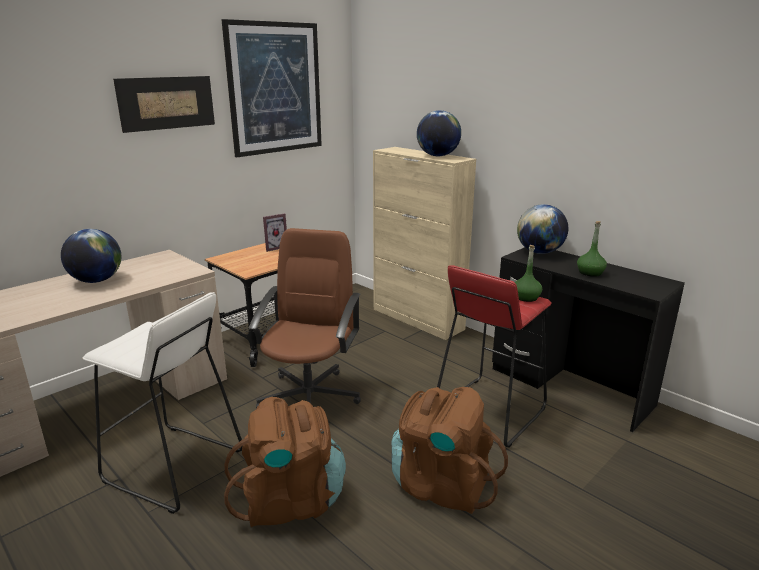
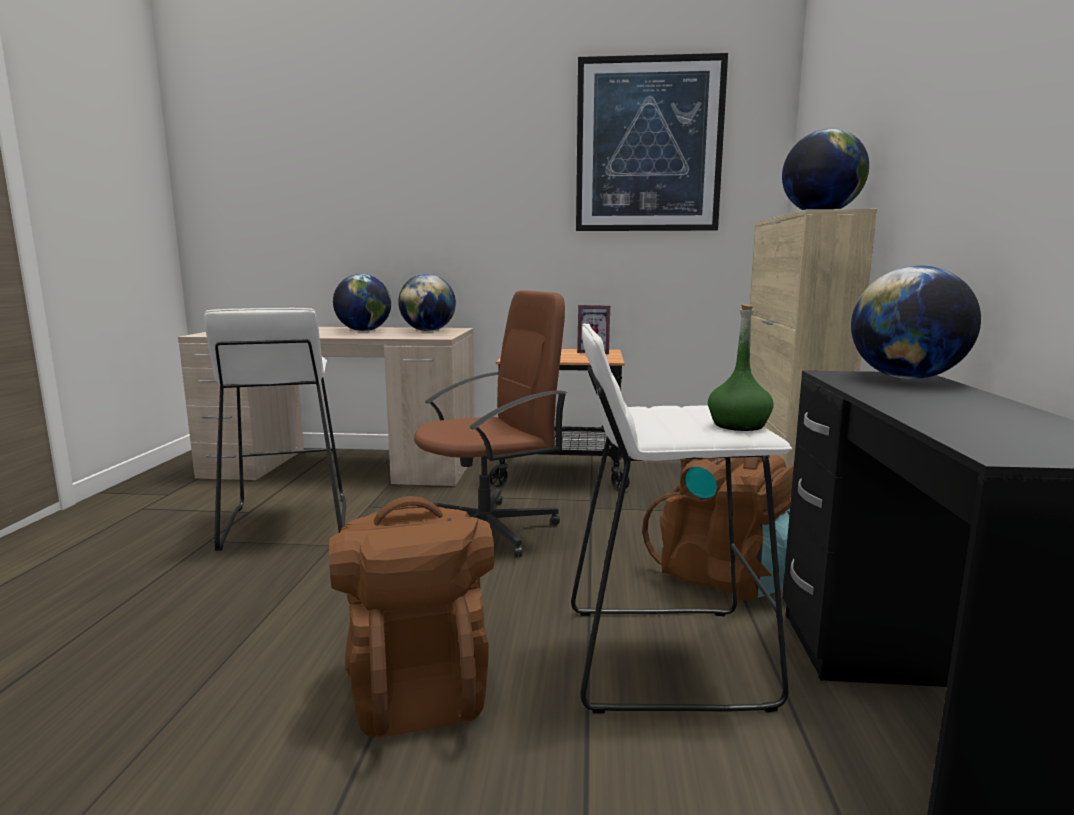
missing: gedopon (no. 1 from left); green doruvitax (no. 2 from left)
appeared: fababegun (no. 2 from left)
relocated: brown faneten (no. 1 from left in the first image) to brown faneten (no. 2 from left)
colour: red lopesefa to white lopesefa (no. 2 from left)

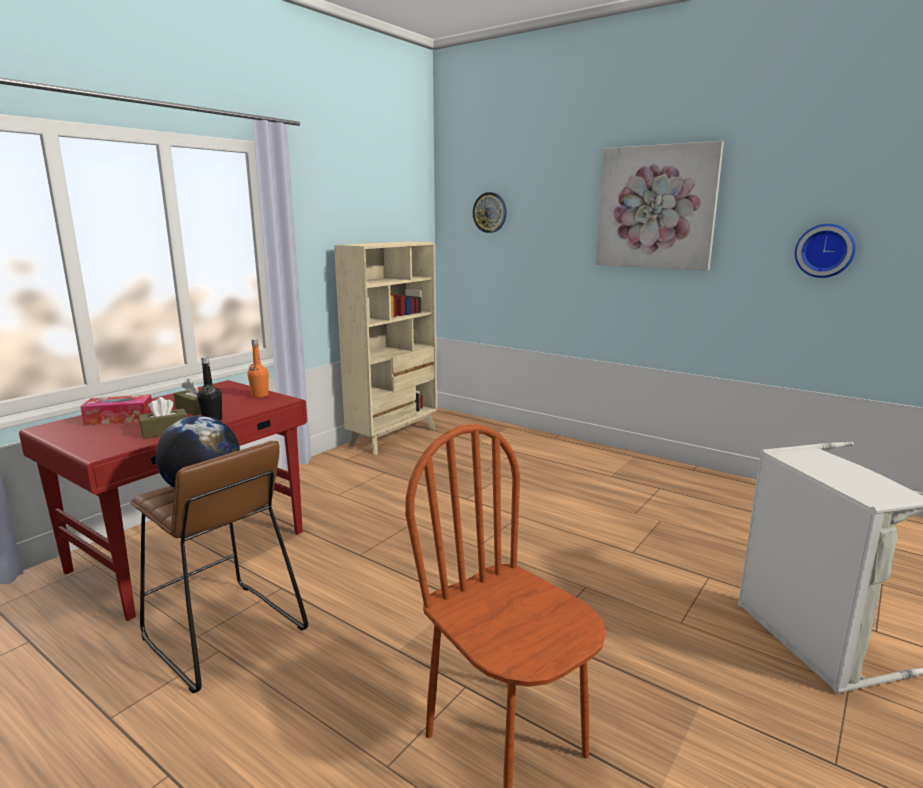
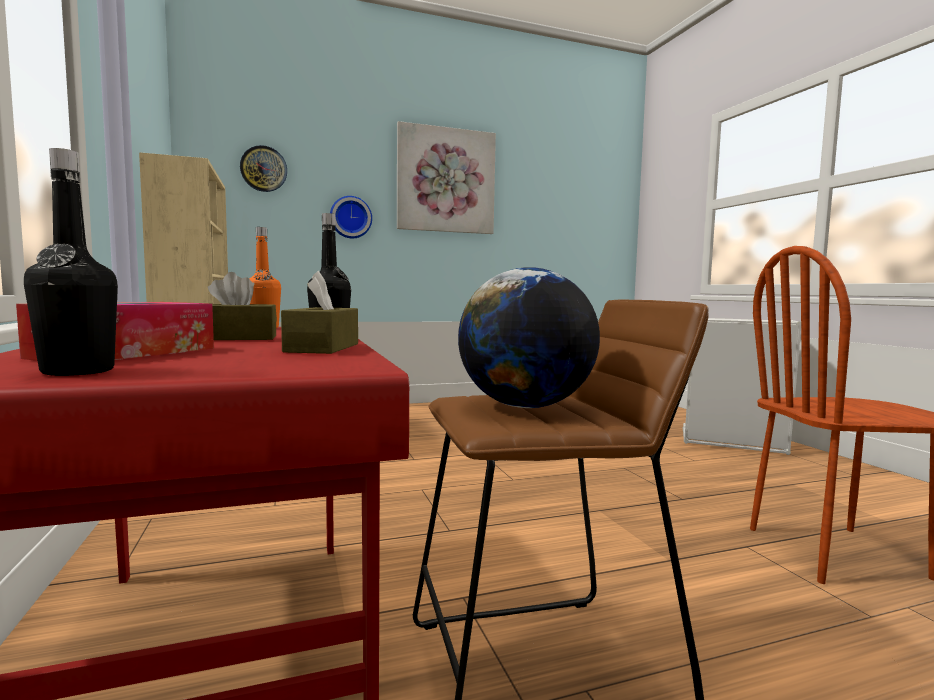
appeared: black doruvitax (no. 1 from left)
relocated: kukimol (no. 2 from left)

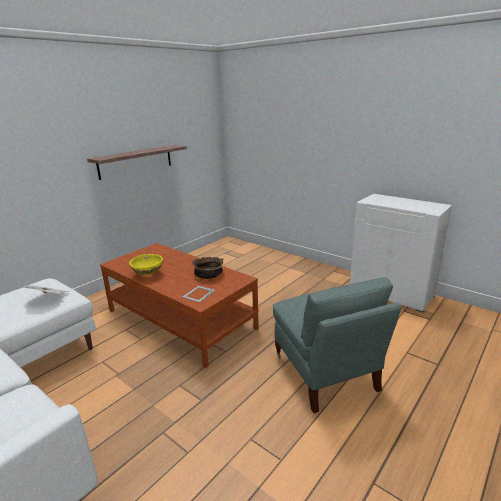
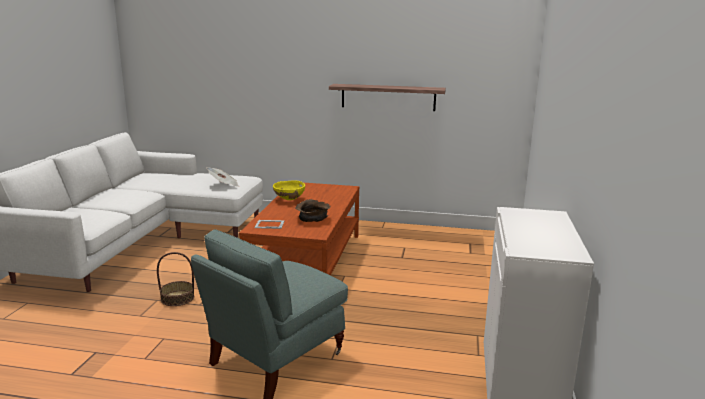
appeared: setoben

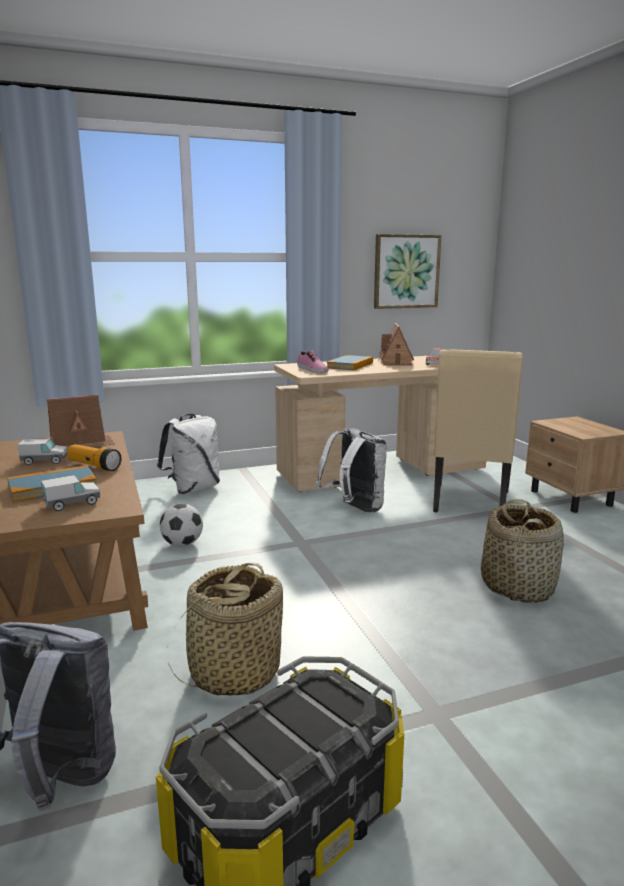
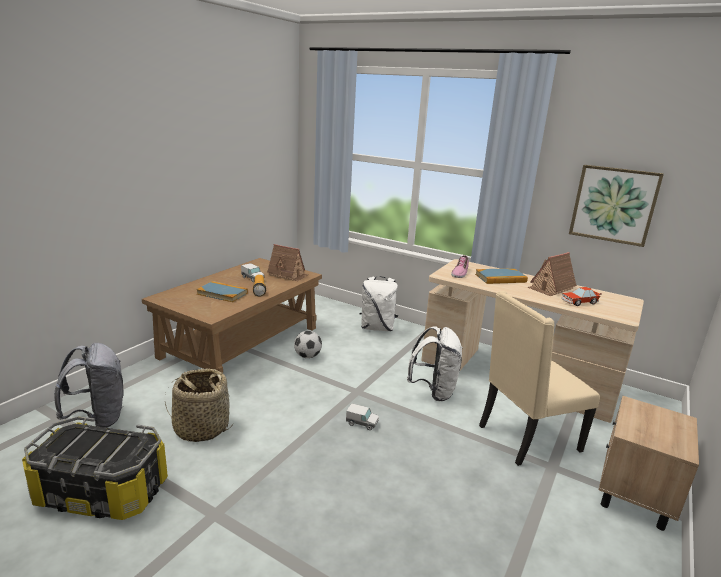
missing: setoben (no. 2 from left)
relocated: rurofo (no. 2 from left)

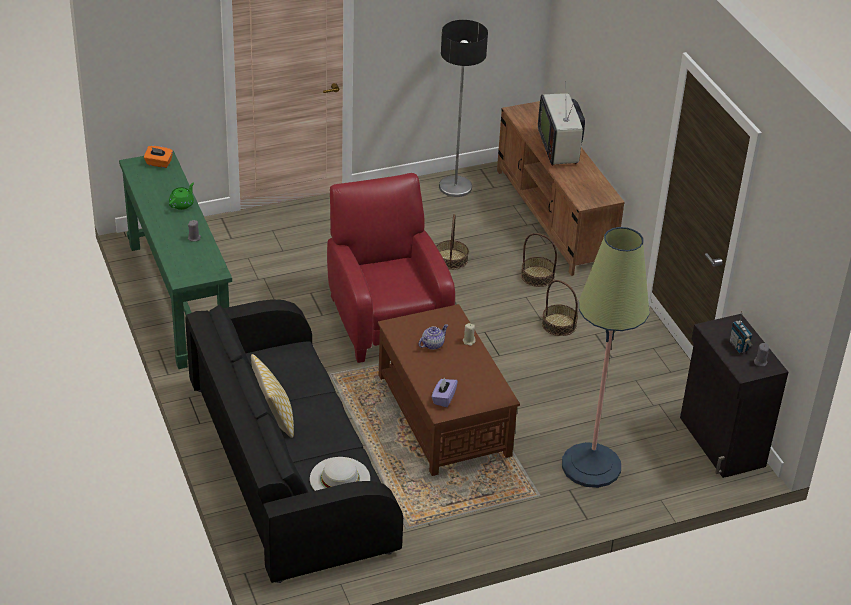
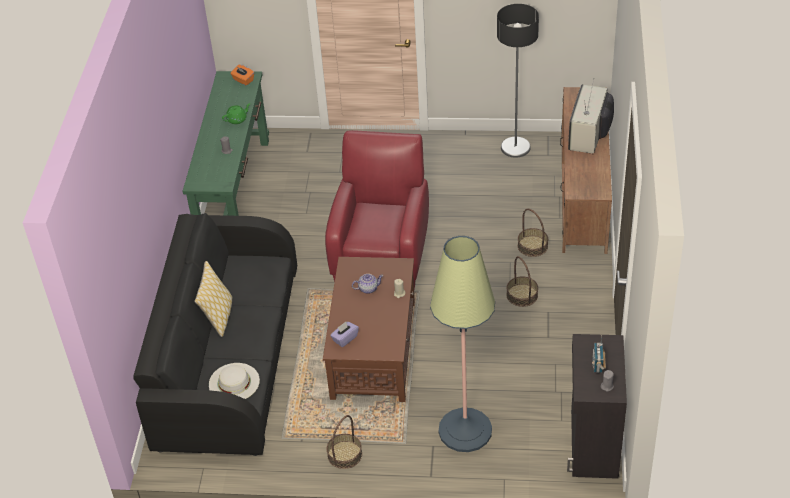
relocated: setoben (no. 1 from left)

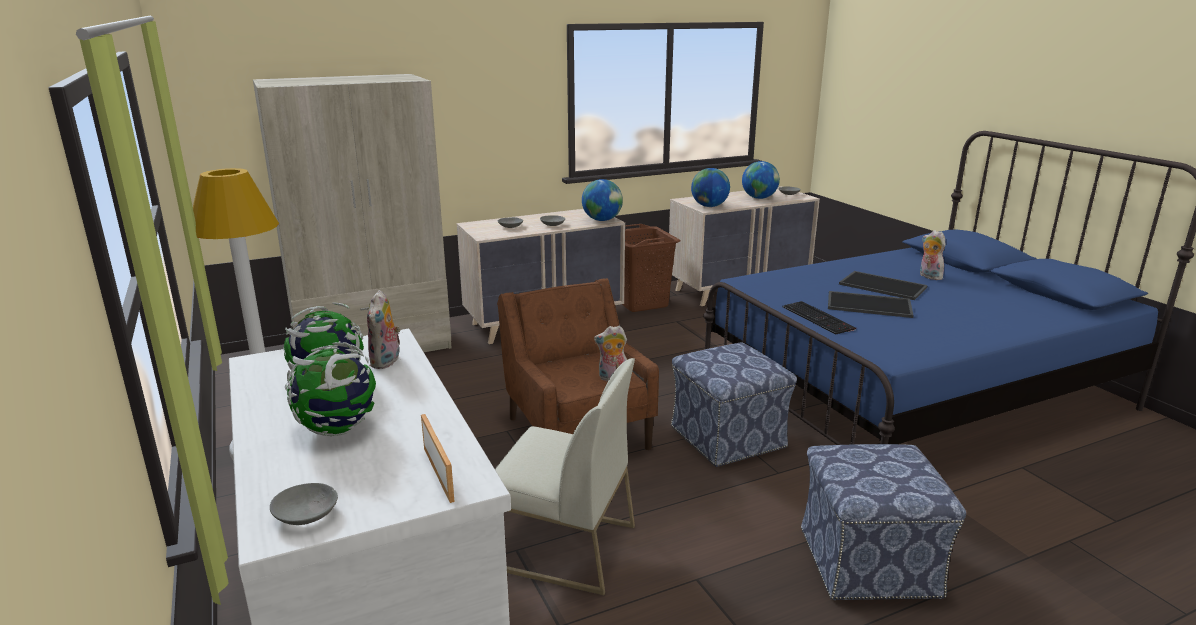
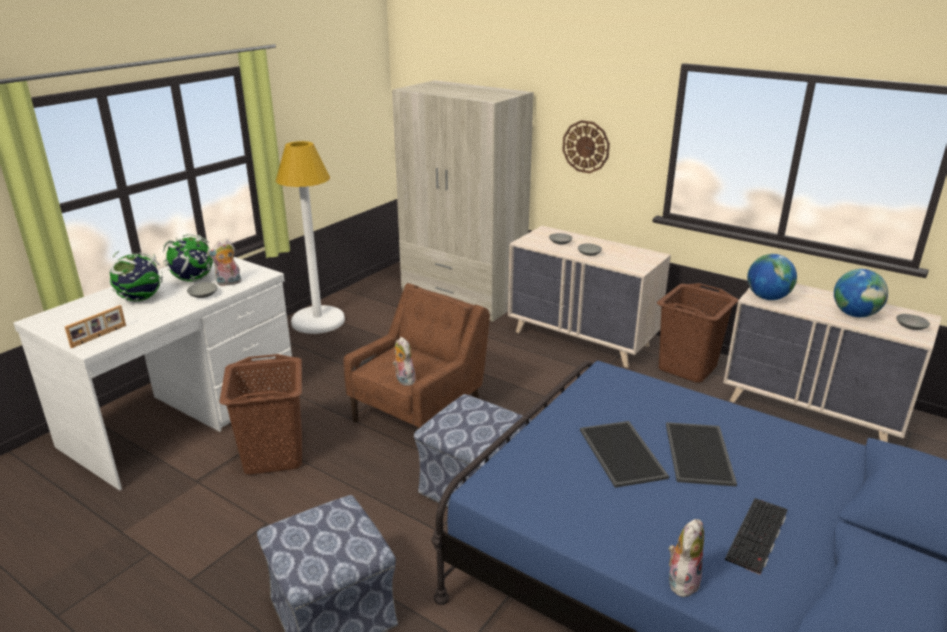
missing: fababegun (no. 3 from left)
appeared: kukimol
relocated: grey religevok (no. 1 from left); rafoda; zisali (no. 3 from left)
exchanged: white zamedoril to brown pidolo (no. 1 from left)

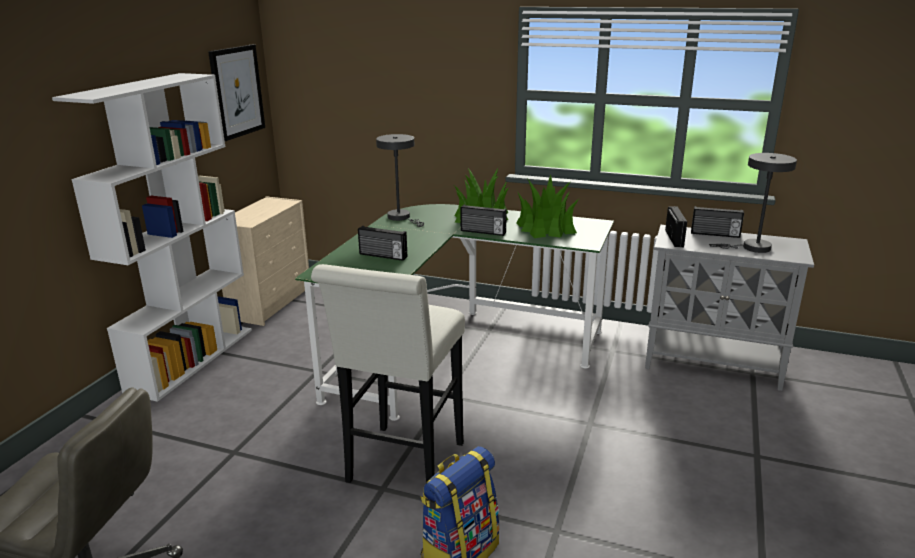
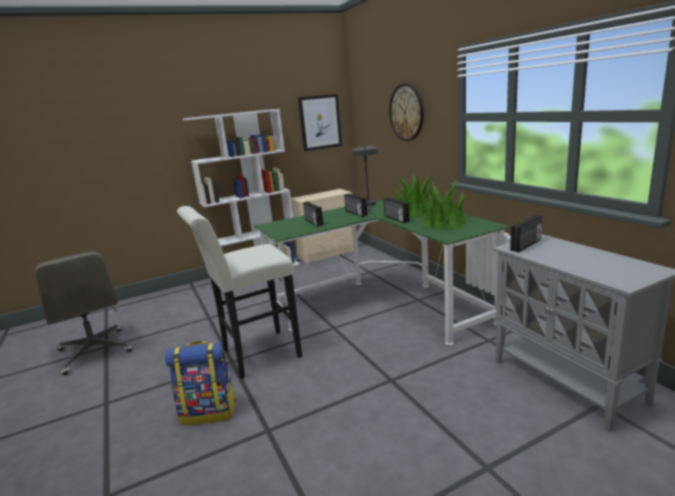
missing: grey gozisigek (no. 2 from left)
appeared: kukimol
relocated: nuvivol (no. 4 from left in the first image) to nuvivol (no. 2 from left)

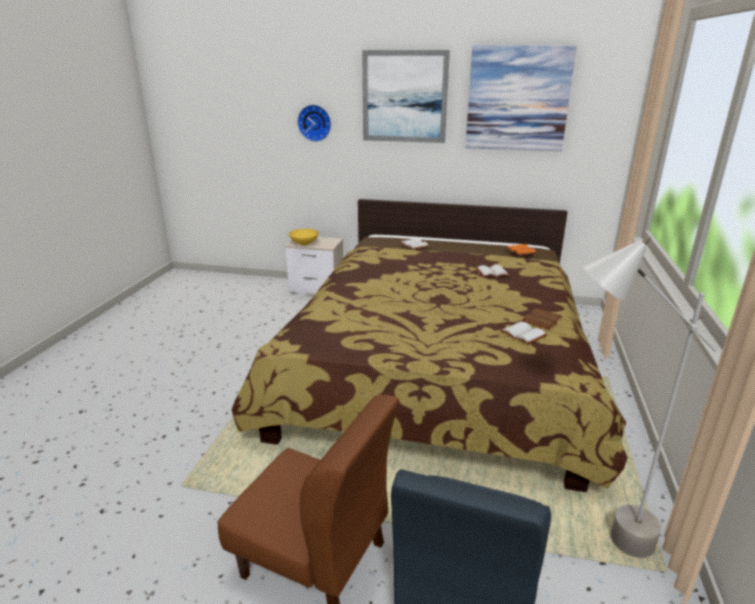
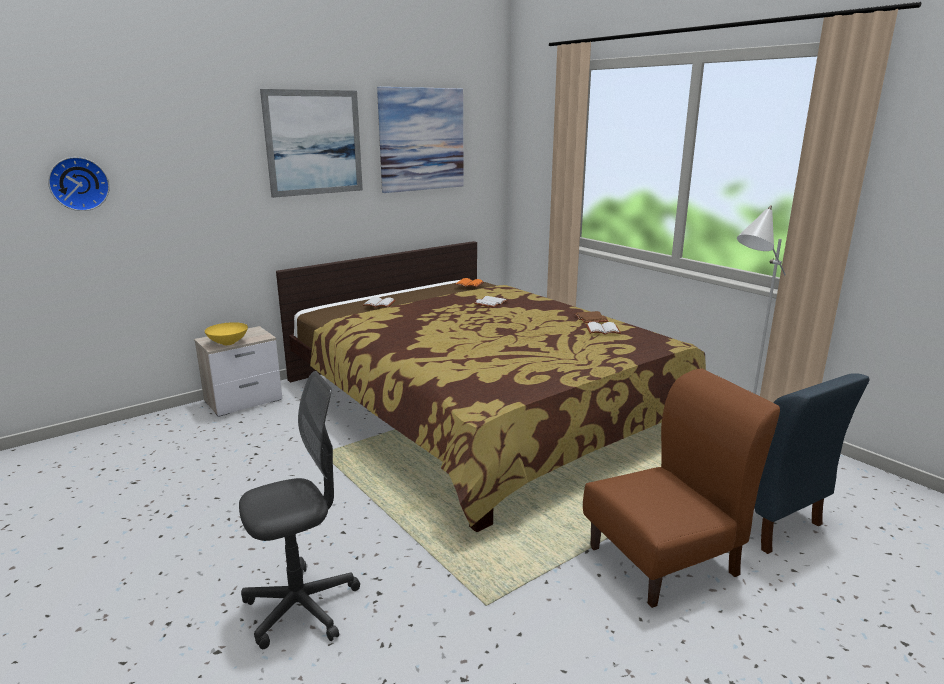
appeared: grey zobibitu
relocated: kukimol

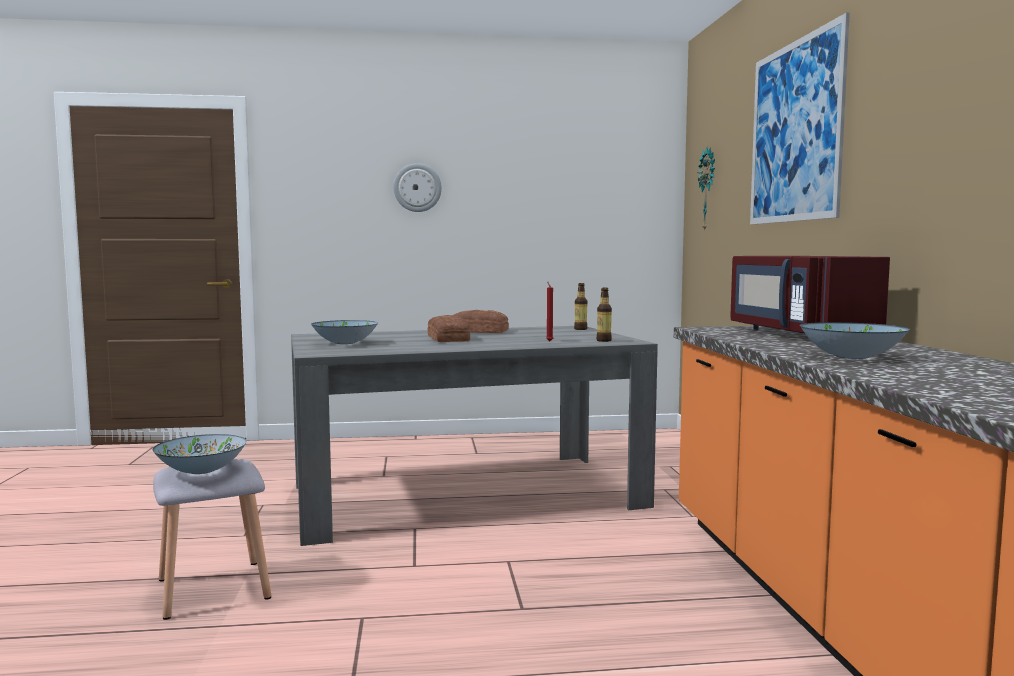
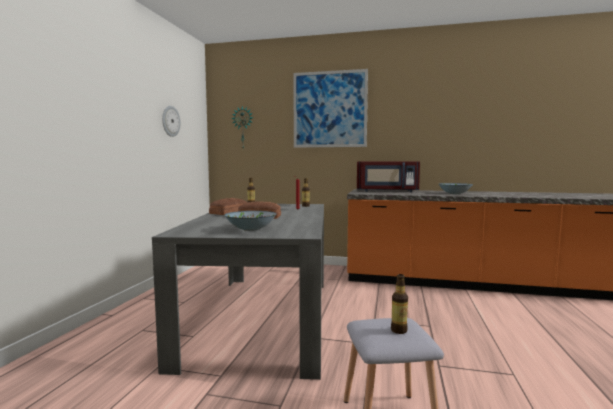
relocated: kukimol (no. 1 from left)
exchanged: religevok (no. 1 from left) to doruvitax (no. 3 from left)

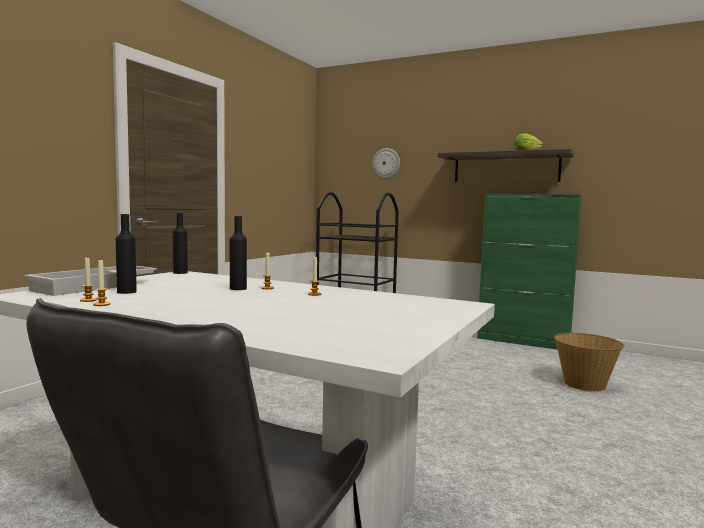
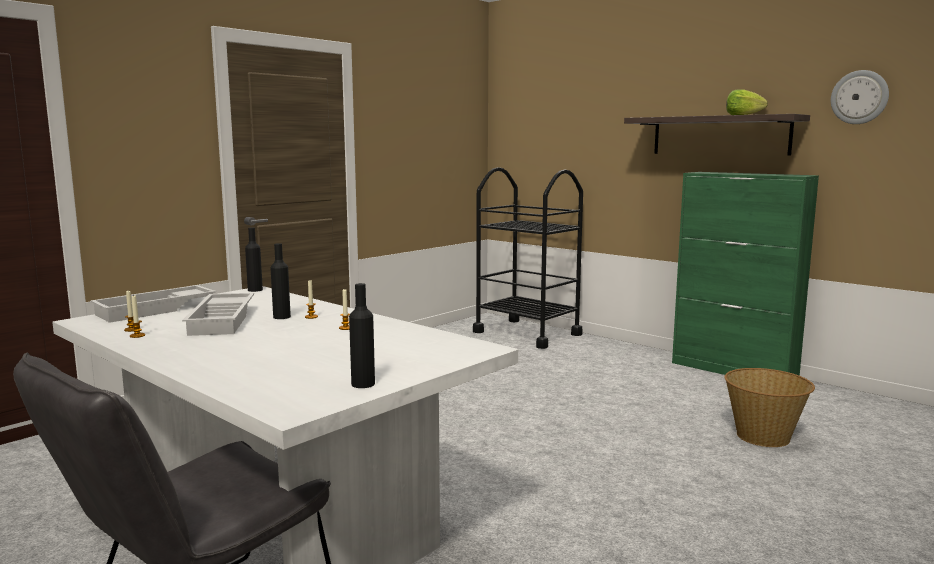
appeared: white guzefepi (no. 2 from left)
relocated: black doruvitax (no. 1 from left in the first image) to black doruvitax (no. 3 from left); kukimol

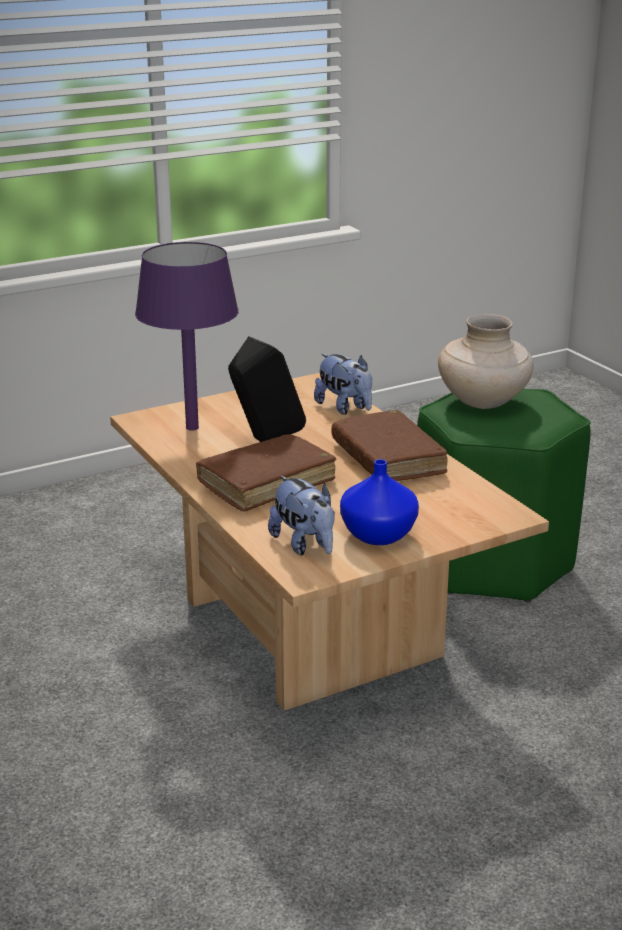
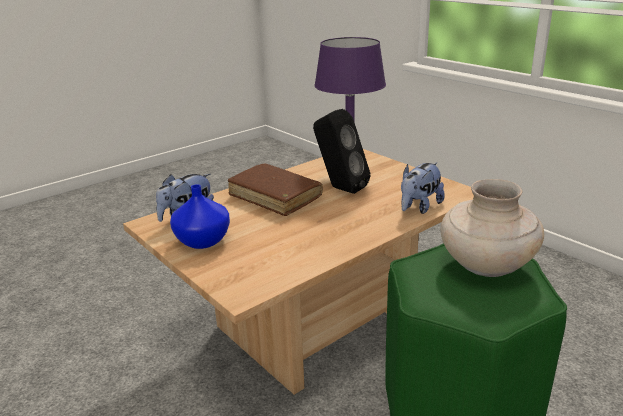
missing: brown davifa (no. 2 from left)

